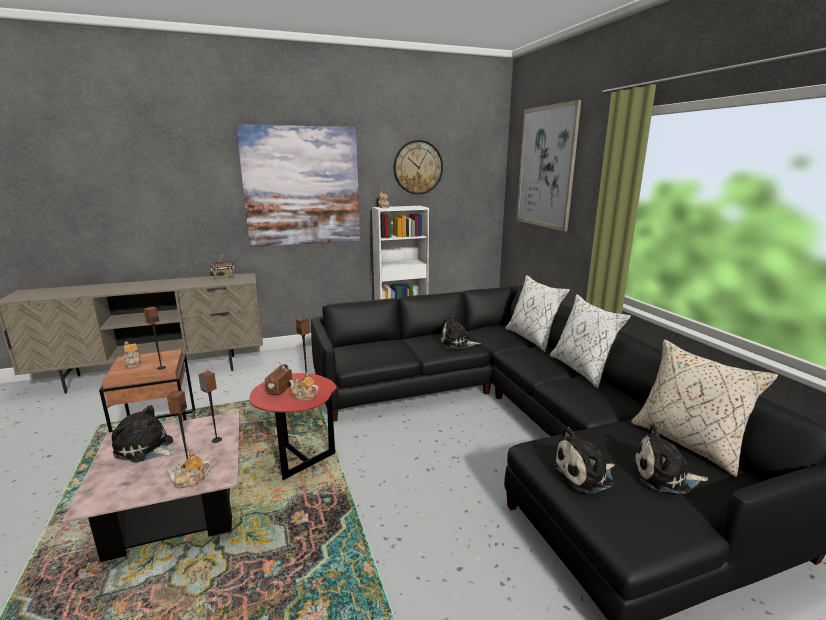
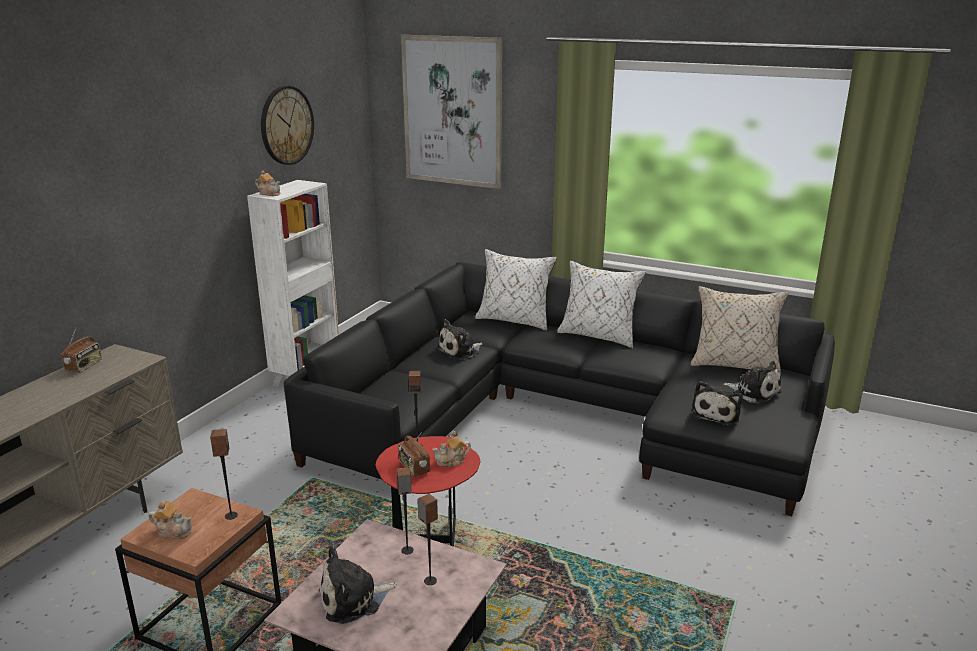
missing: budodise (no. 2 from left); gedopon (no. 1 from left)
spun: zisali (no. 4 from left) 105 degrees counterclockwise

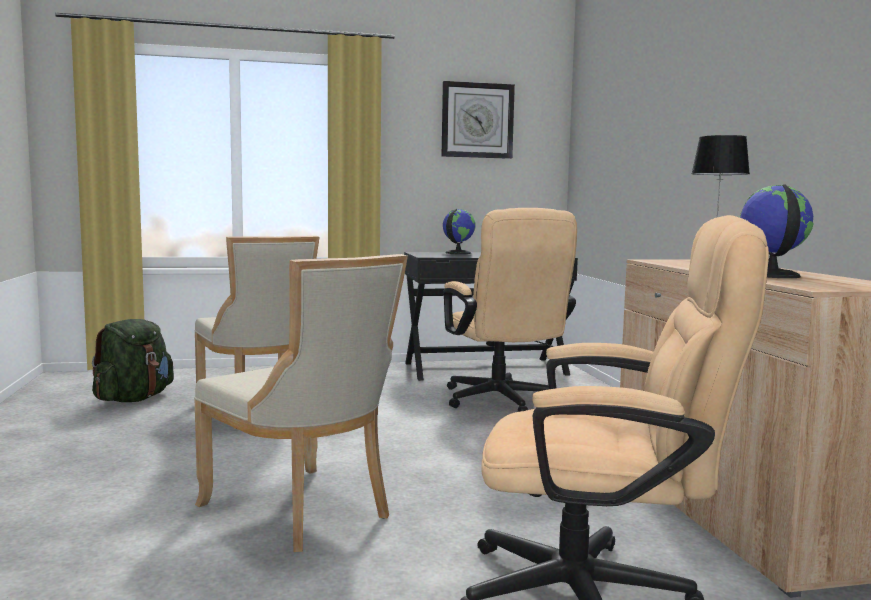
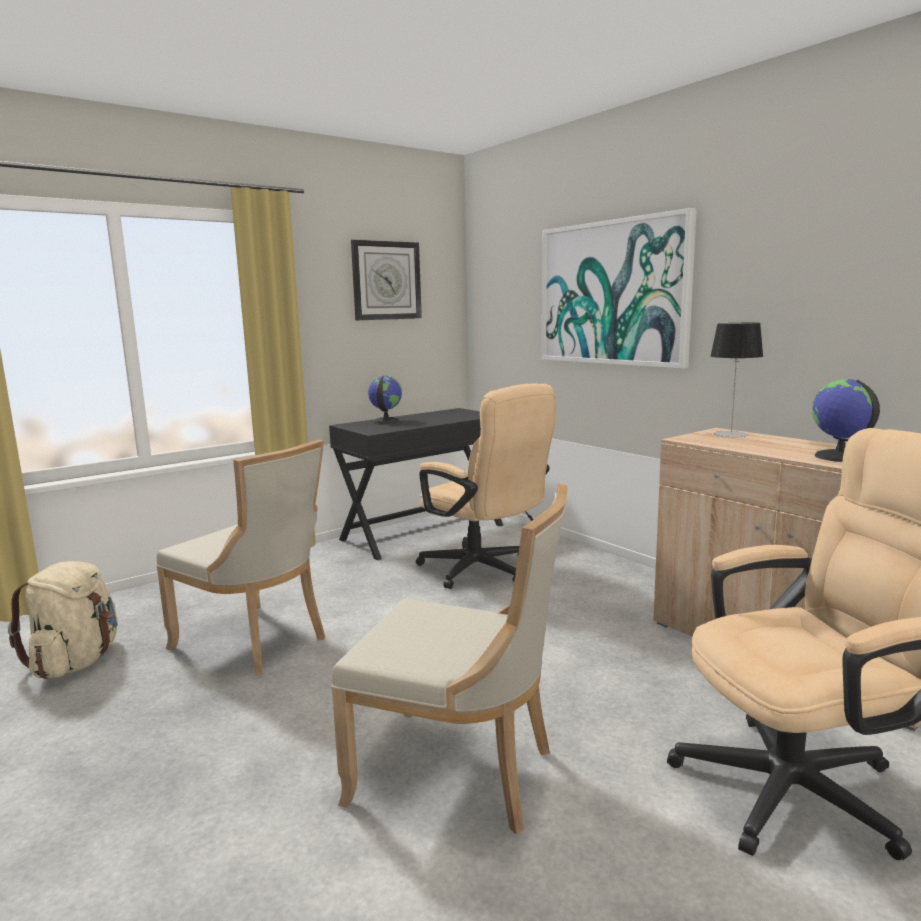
appeared: gedopon
colour: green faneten to beige faneten

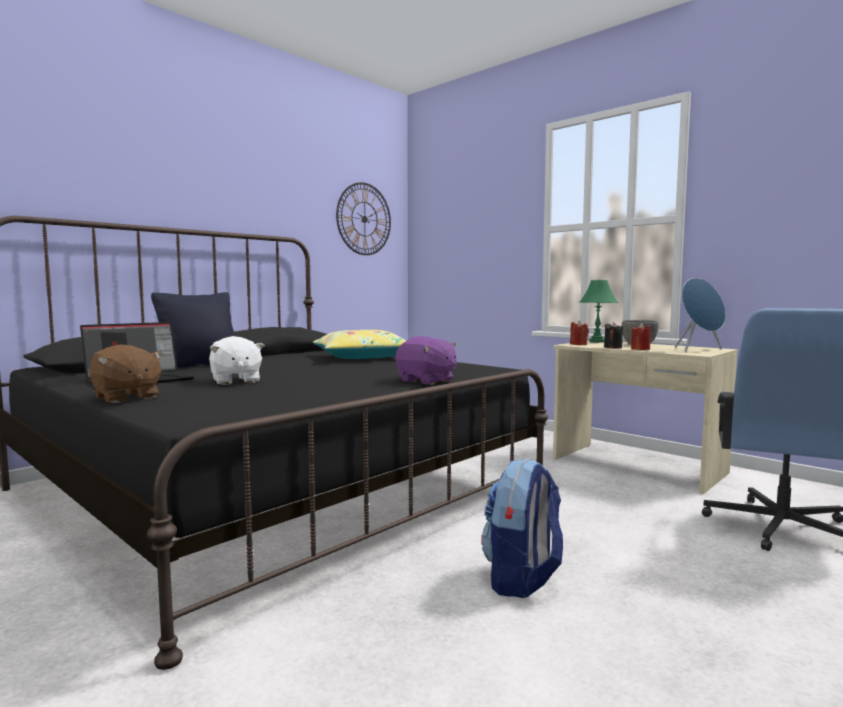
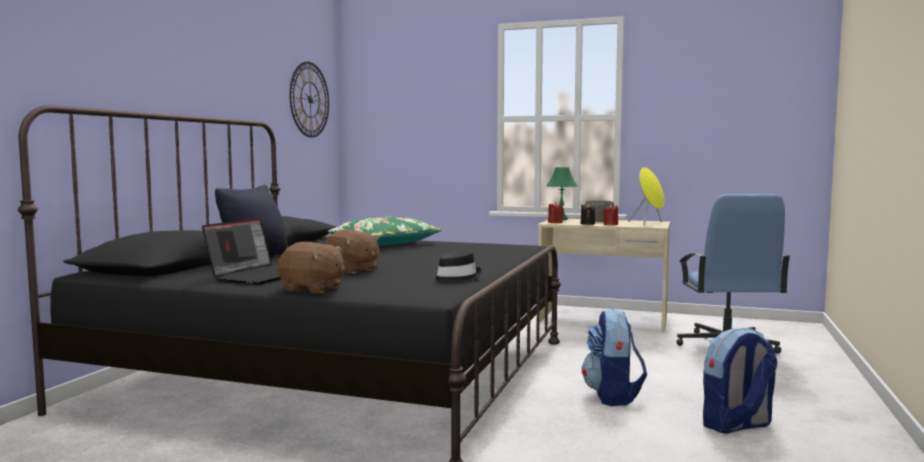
missing: purple zisali
appeared: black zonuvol; faneten (no. 2 from left)
colour: white zisali to brown zisali (no. 2 from left); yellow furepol to green furepol; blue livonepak to yellow livonepak

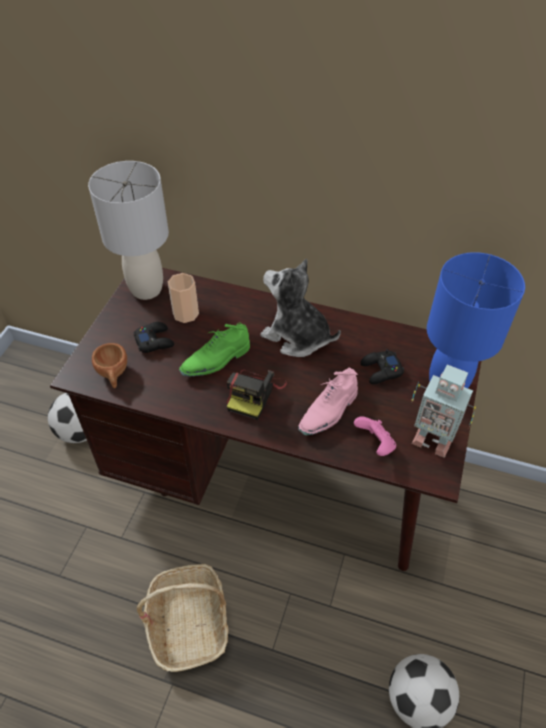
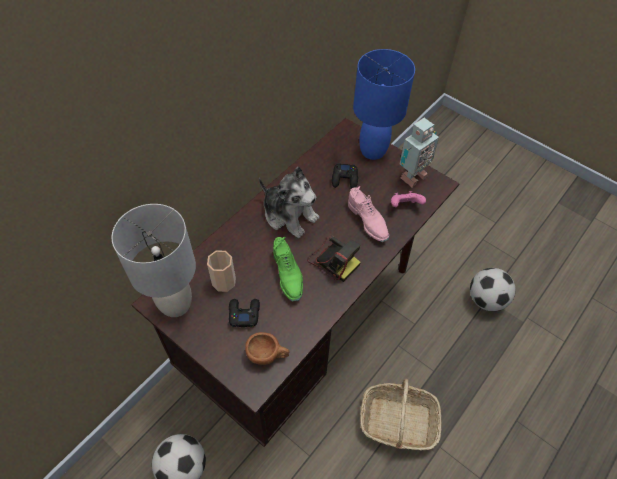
spun: zisali 105 degrees counterclockwise

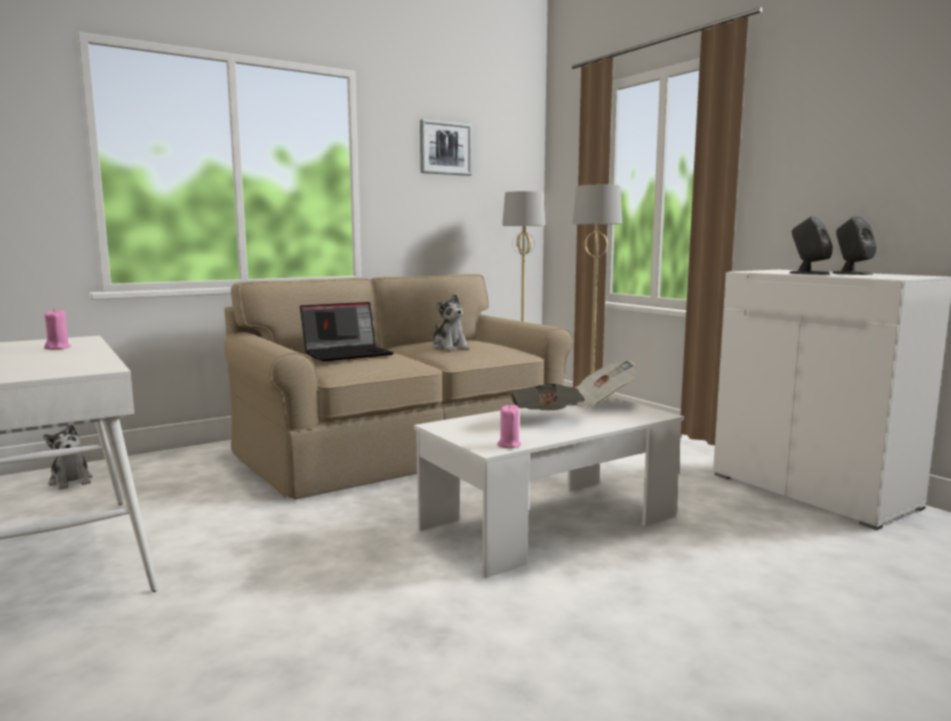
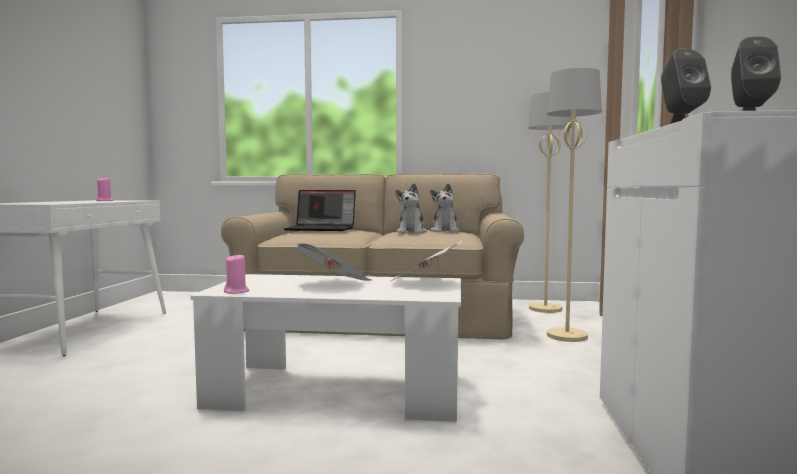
missing: gedopon
relocated: zisali (no. 1 from left in the first image) to zisali (no. 2 from left)

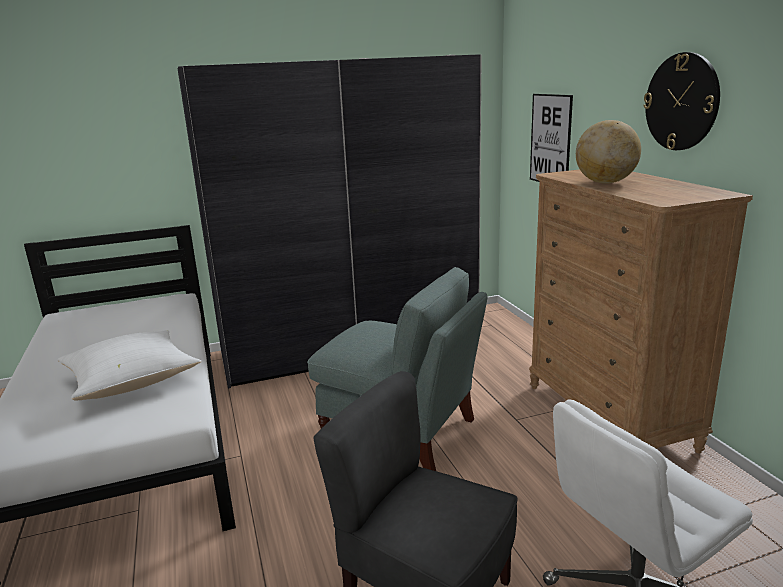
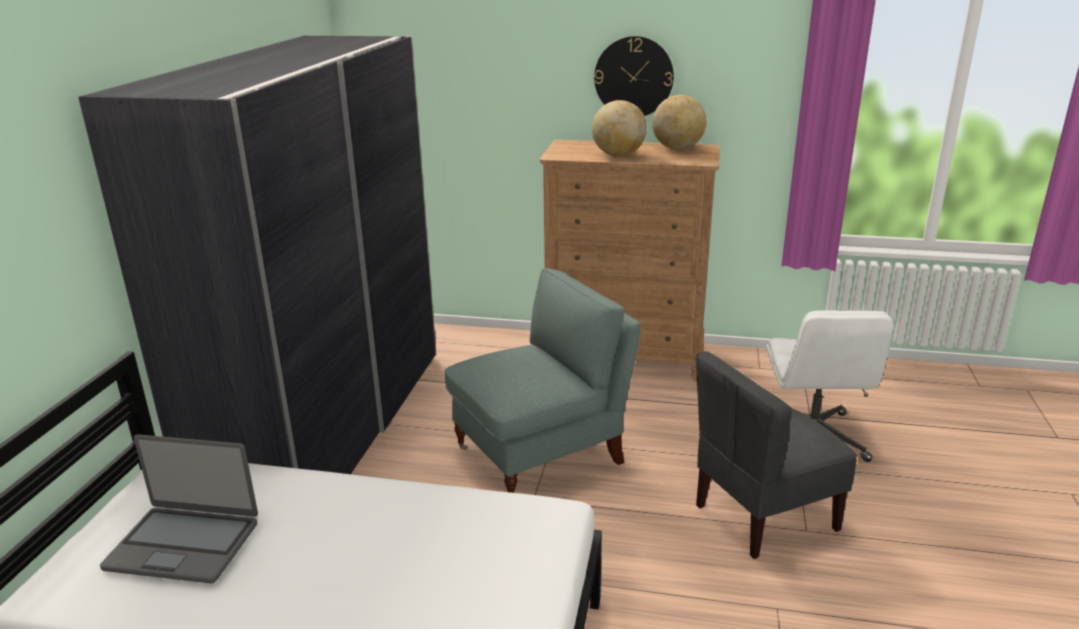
missing: white furepol; gedopon
appeared: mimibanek; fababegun (no. 2 from left)

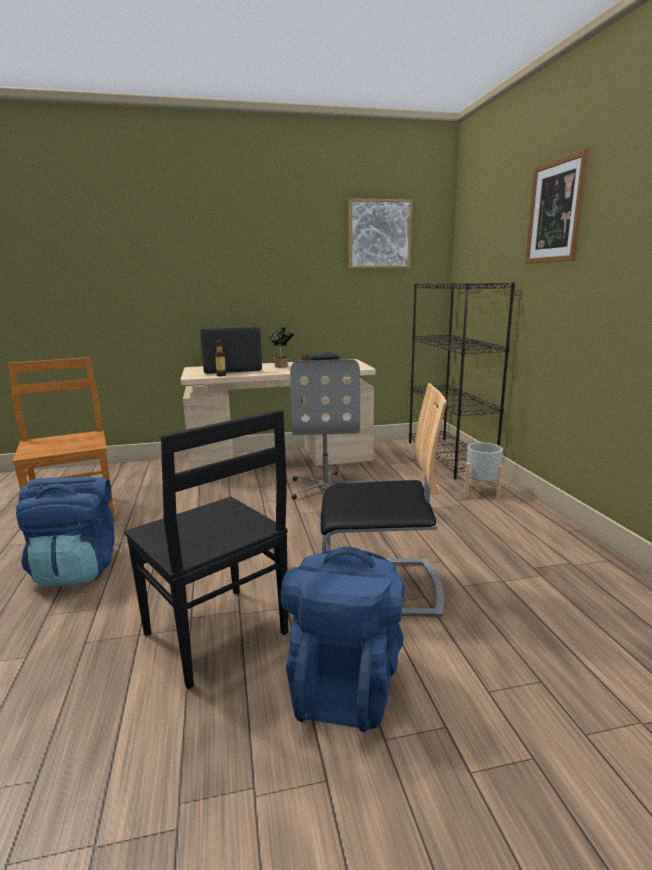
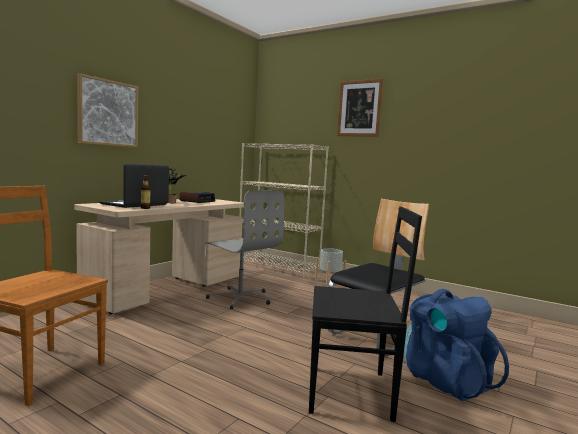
missing: blue faneten (no. 1 from left)
relocated: gedopon (no. 1 from left)
colour: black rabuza to beige rabuza

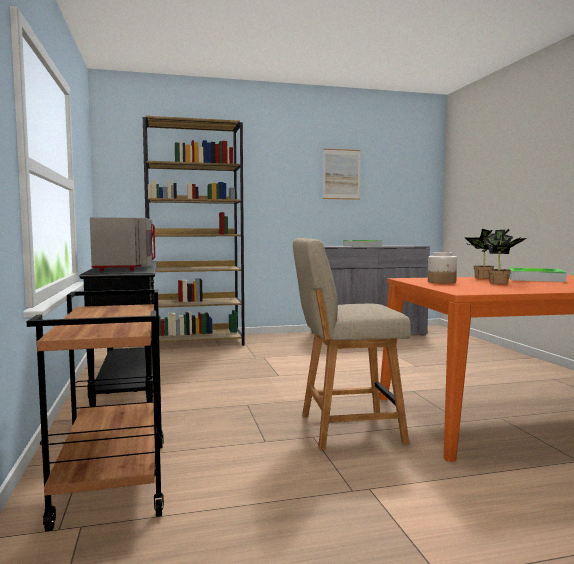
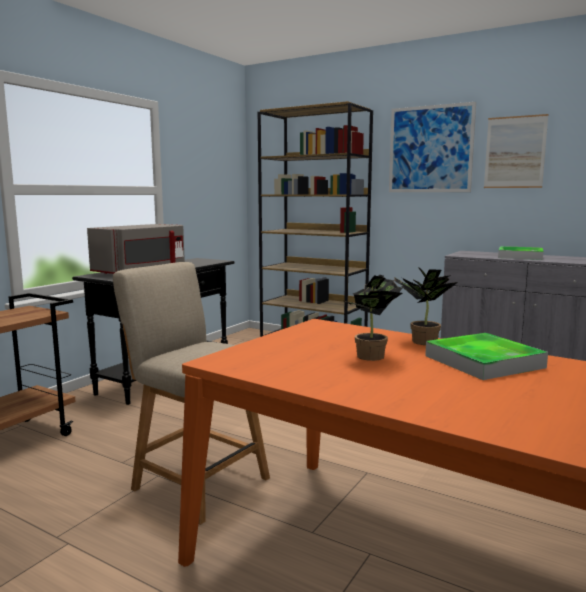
missing: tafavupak
appeared: gedopon (no. 1 from left)

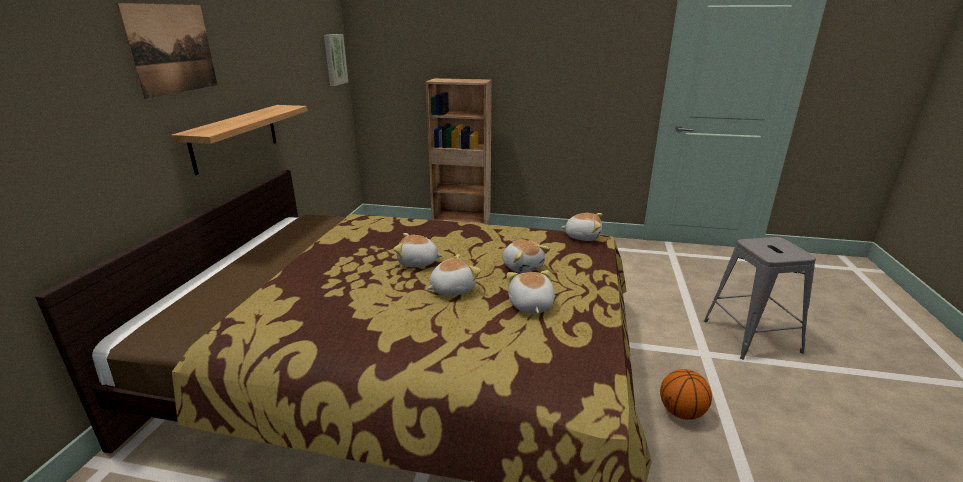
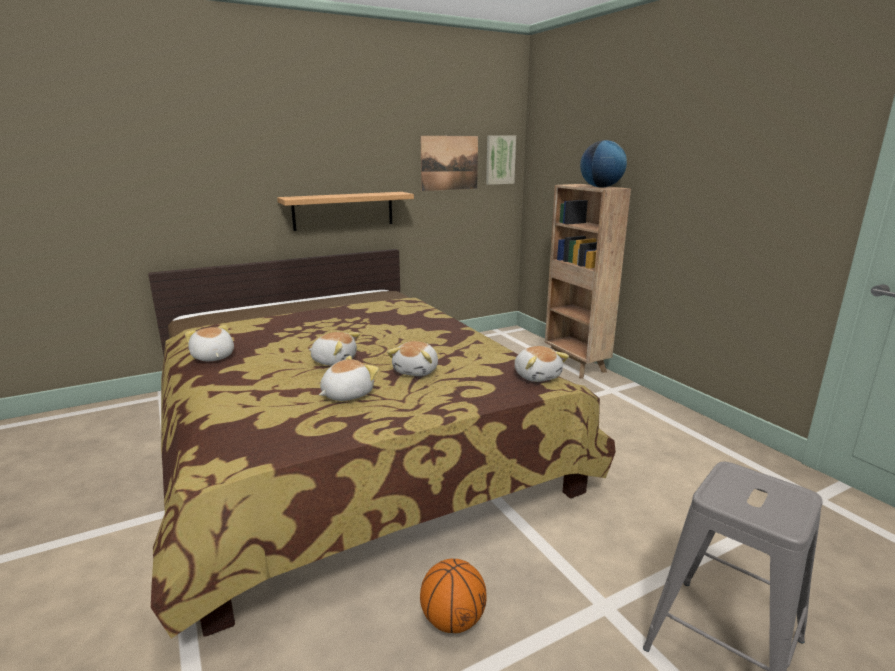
appeared: fababegun
relocated: gedopon (no. 1 from left); zisali (no. 1 from left)

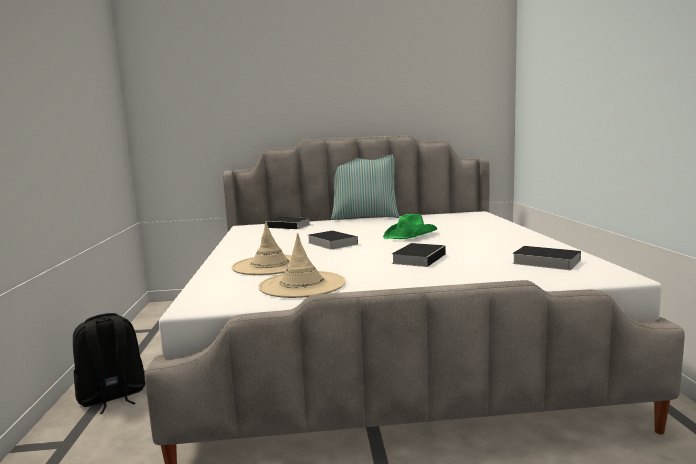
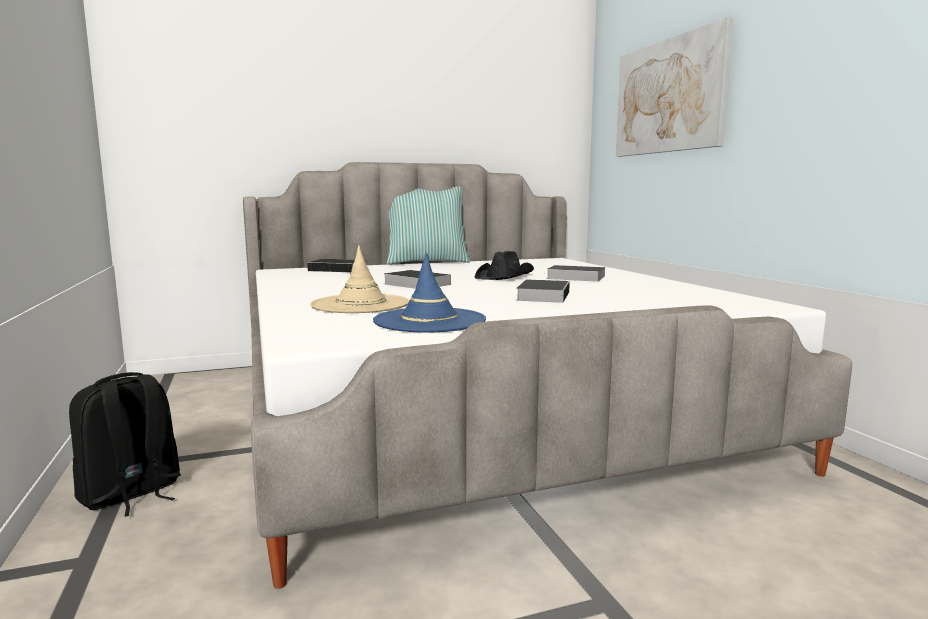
appeared: gedopon
relocated: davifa (no. 4 from left)
colour: beige zonuvol (no. 2 from left) to blue zonuvol; green zonuvol to black zonuvol

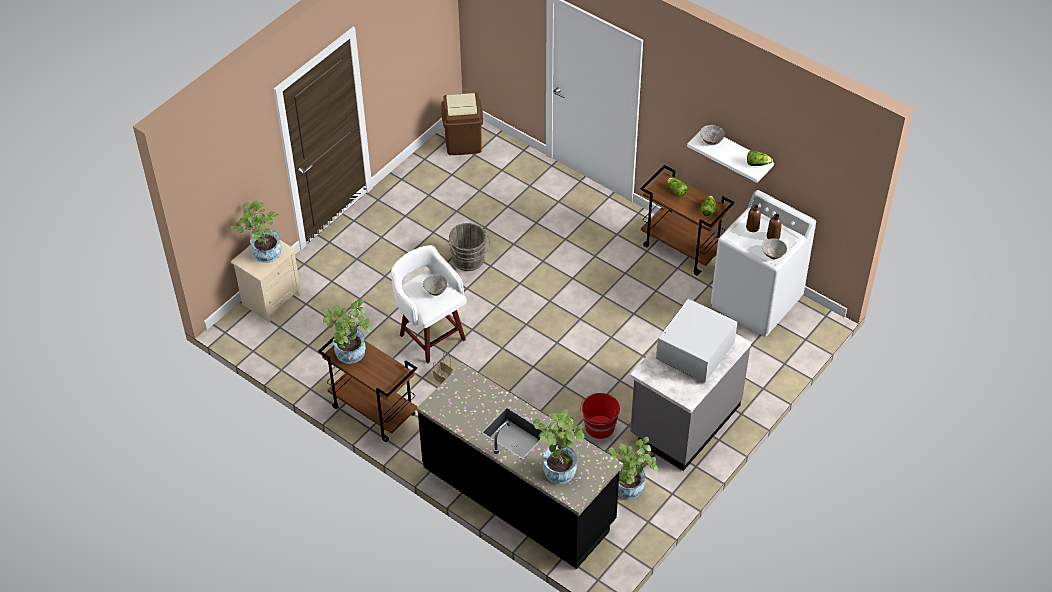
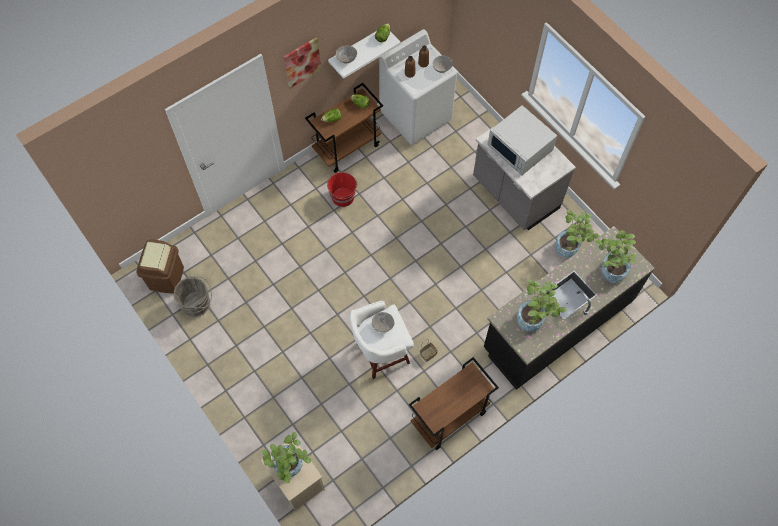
appeared: gedopon
relocated: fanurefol (no. 2 from left); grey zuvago; red zuvago

